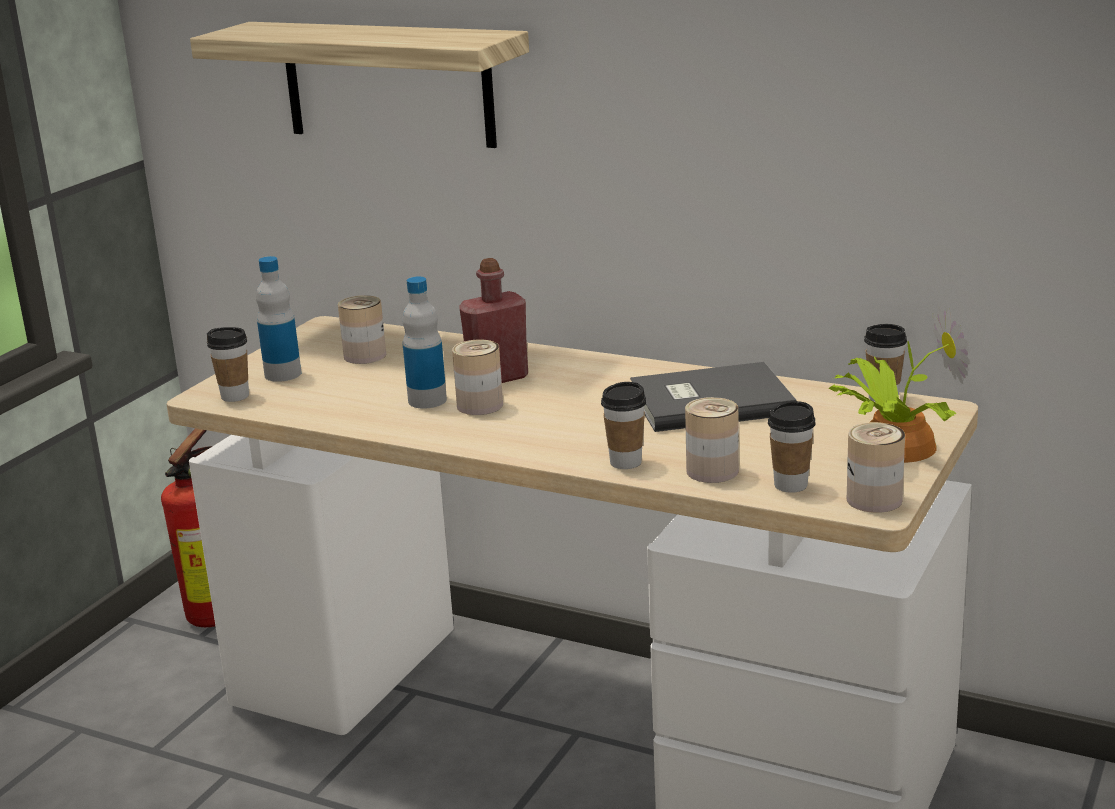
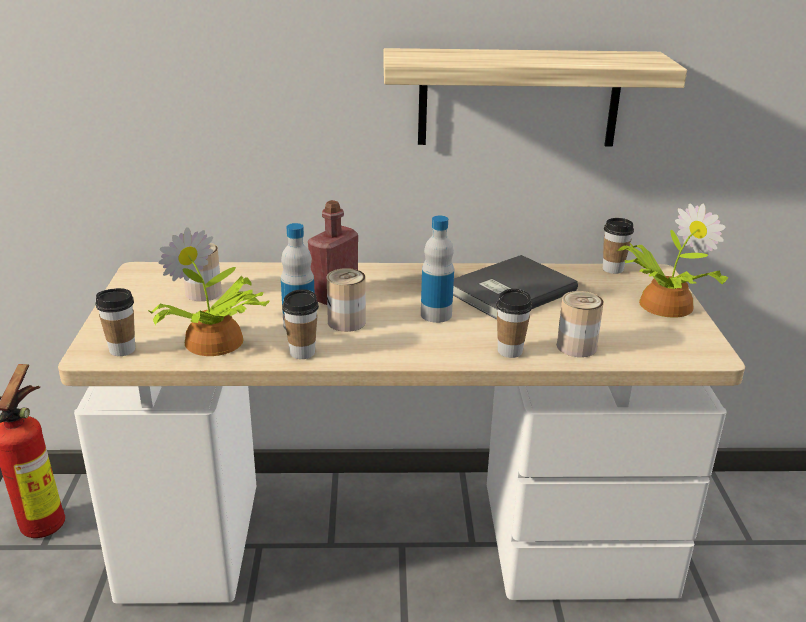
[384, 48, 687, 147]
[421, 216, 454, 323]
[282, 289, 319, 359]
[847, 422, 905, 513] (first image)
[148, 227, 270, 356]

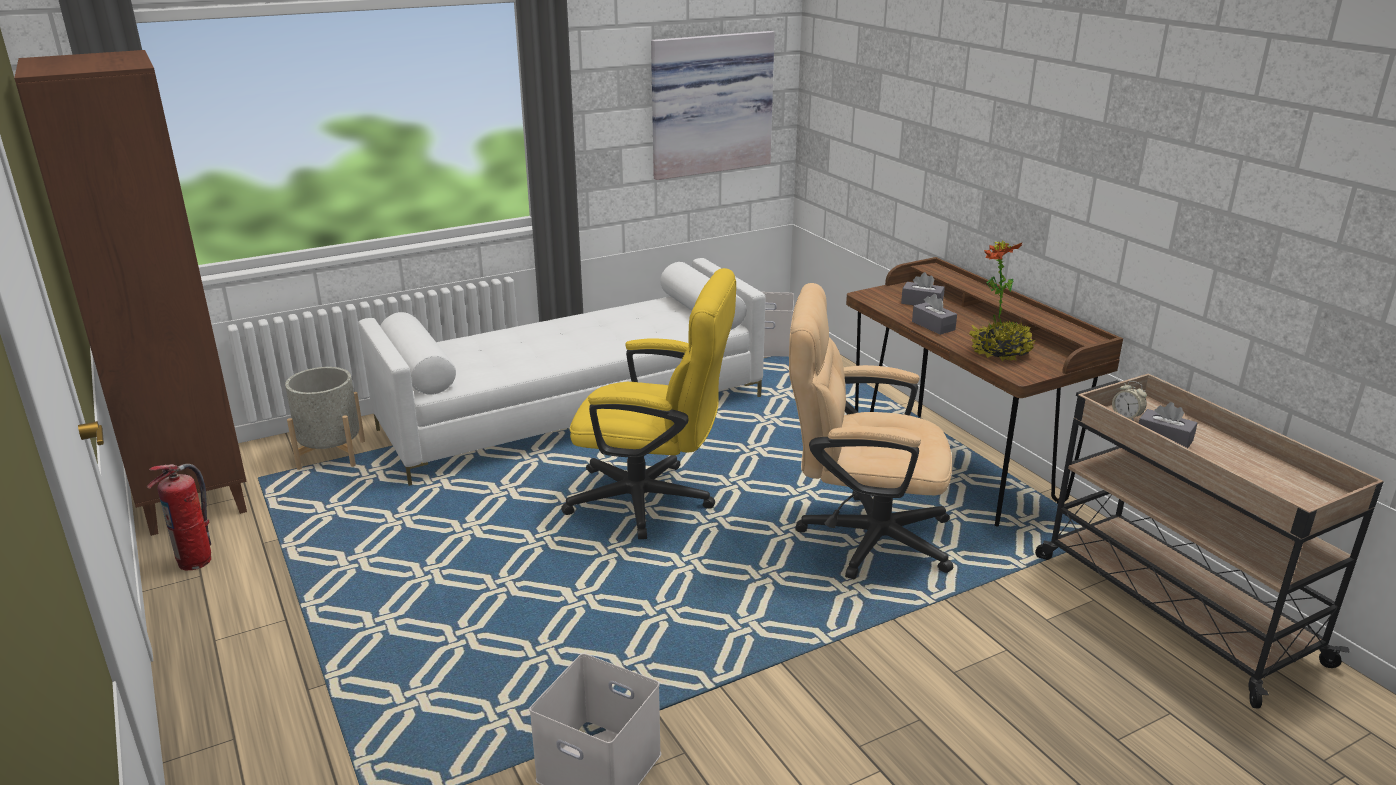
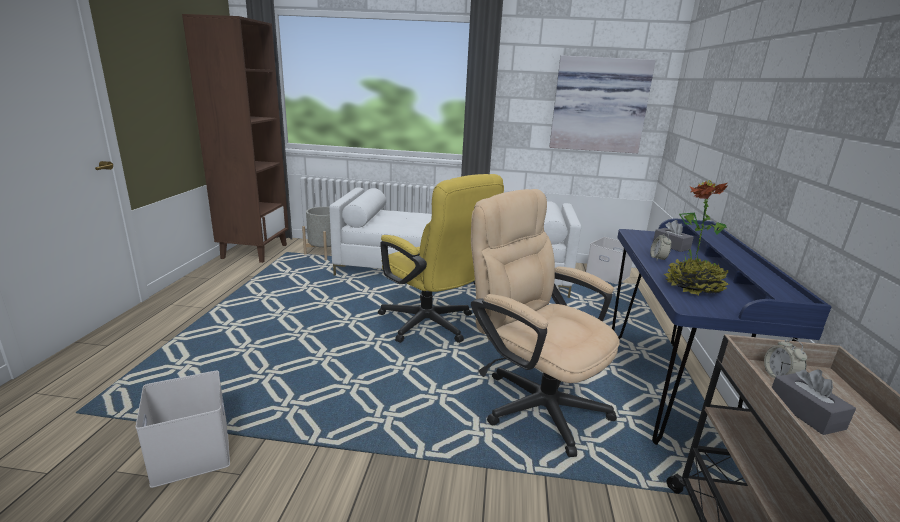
[612, 218, 832, 445]
[650, 232, 671, 260]
[146, 464, 211, 570] (first image)

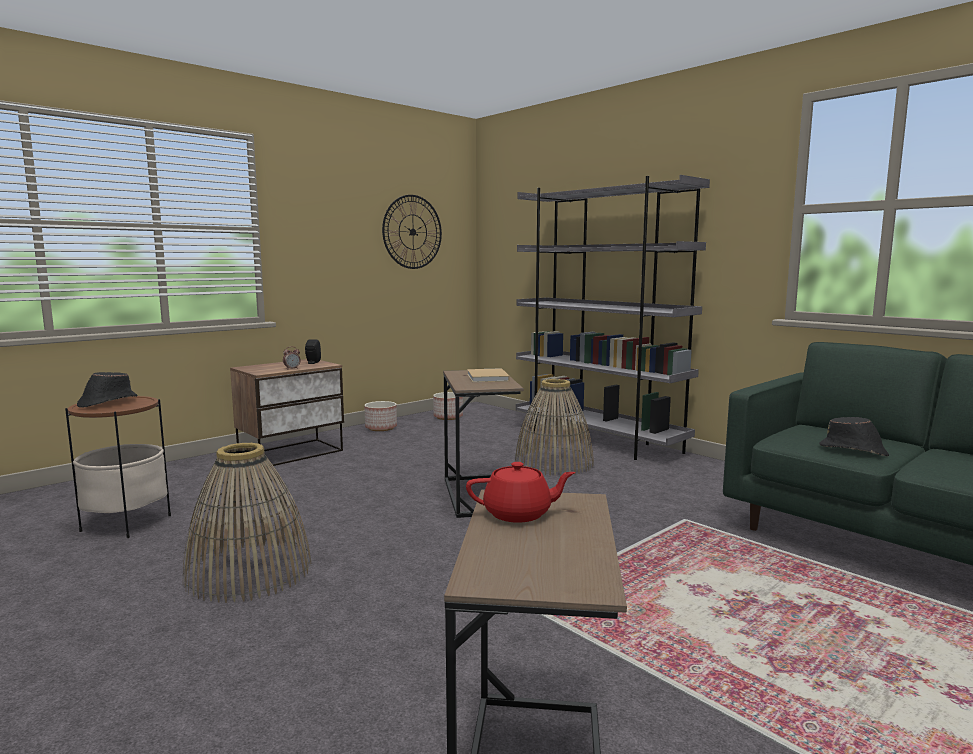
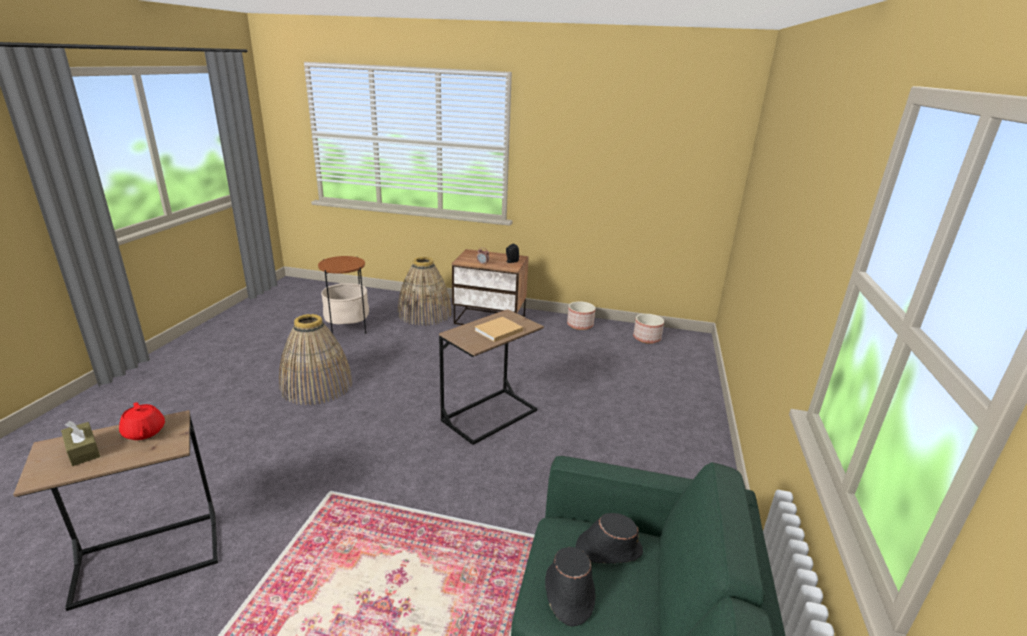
[516, 175, 710, 460] (first image)
[382, 195, 442, 269] (first image)
[575, 513, 643, 564]
[398, 257, 452, 326]
[61, 421, 100, 466]

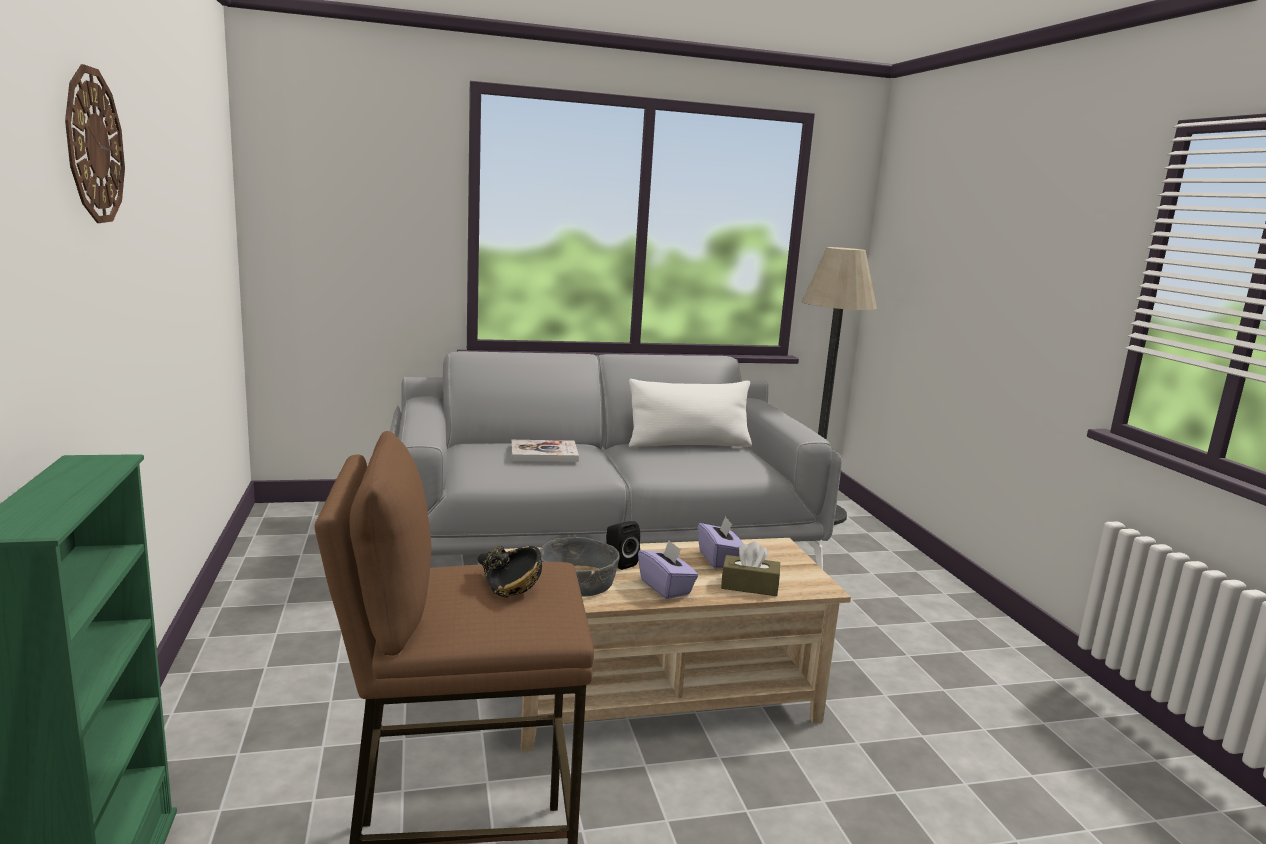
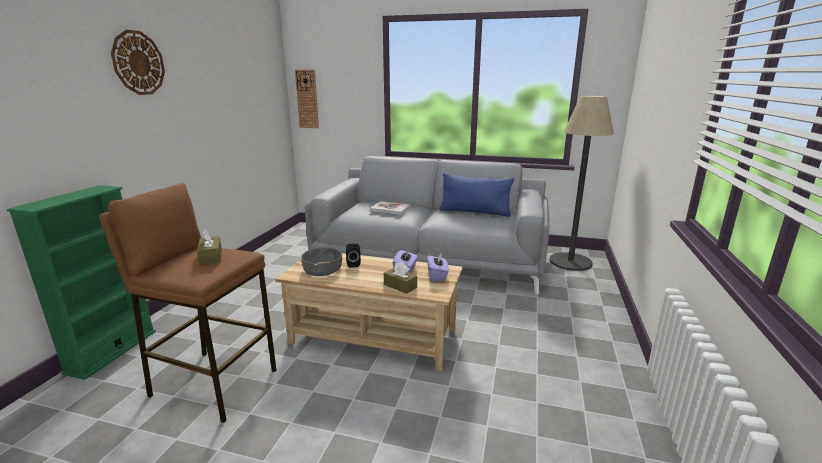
[439, 173, 514, 217]
[427, 253, 449, 281]
[197, 229, 222, 266]
[295, 70, 319, 128]

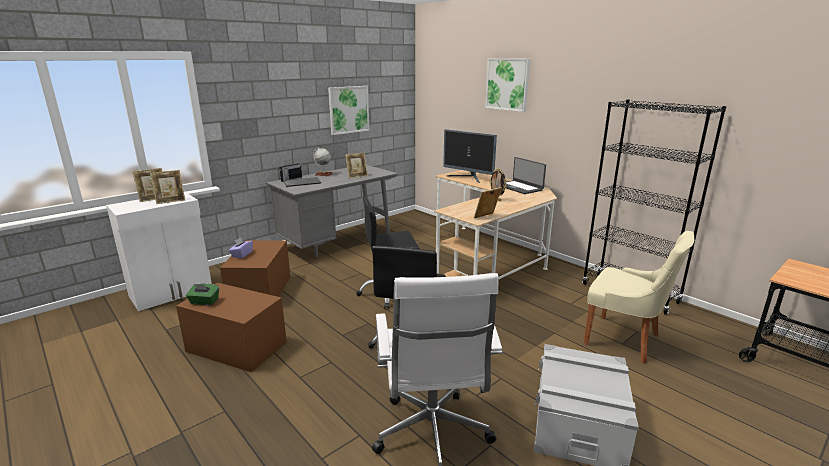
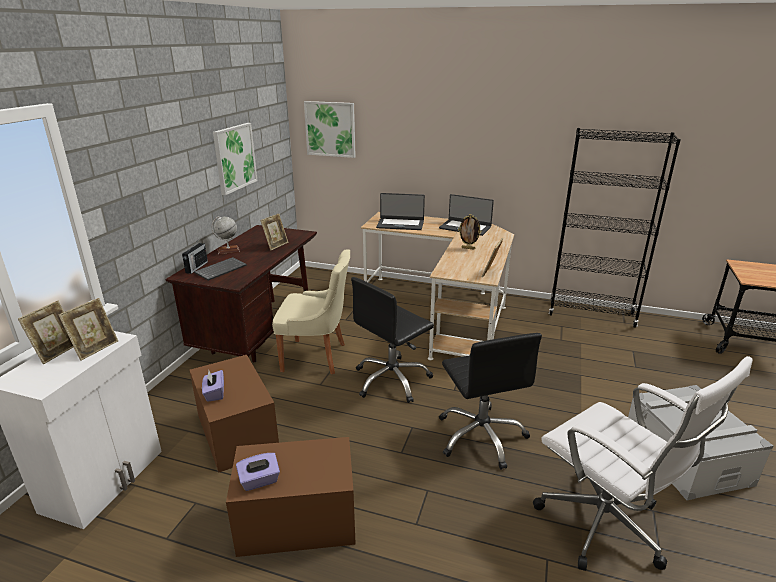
[304, 101, 356, 158]
[376, 193, 425, 230]
[165, 225, 317, 362]
[272, 249, 350, 374]
[236, 453, 280, 491]

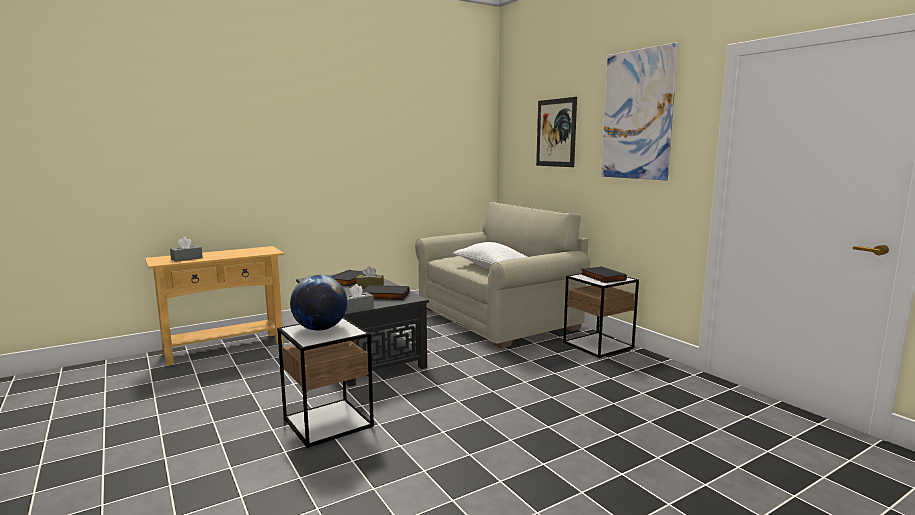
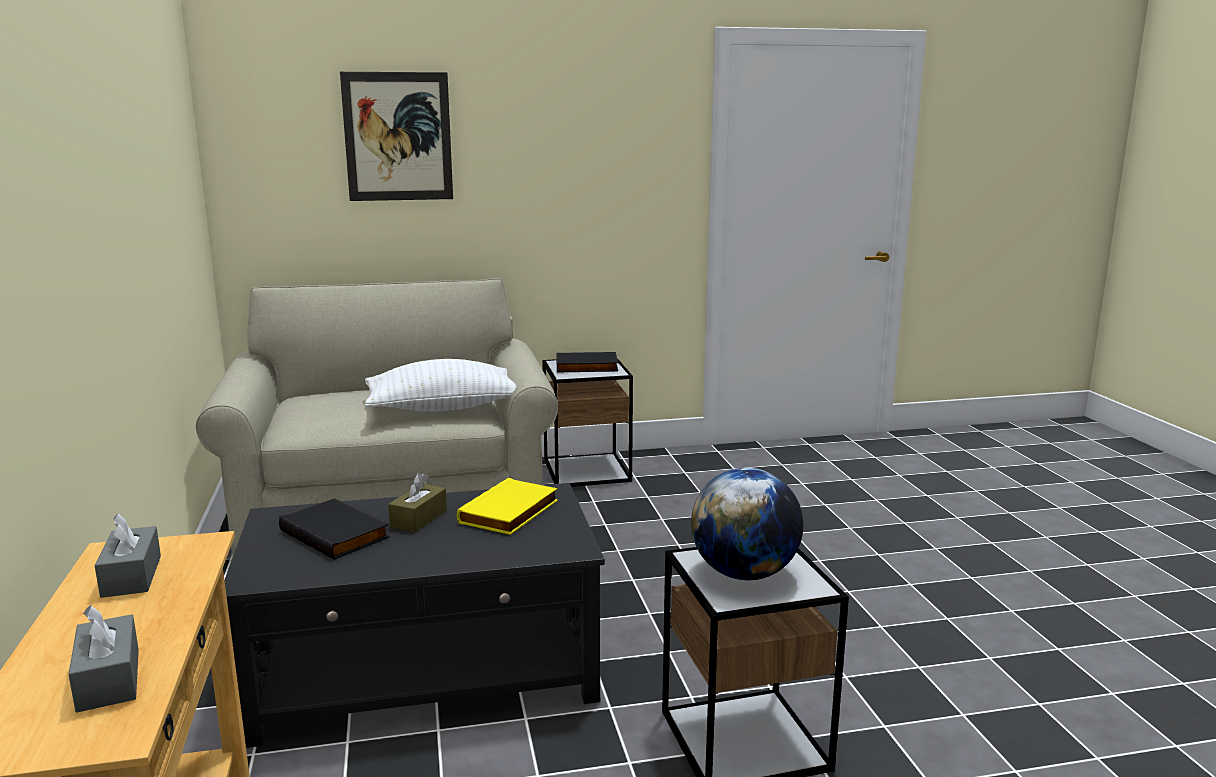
[601, 42, 678, 181] (first image)
[95, 513, 161, 598]
[457, 478, 558, 535]

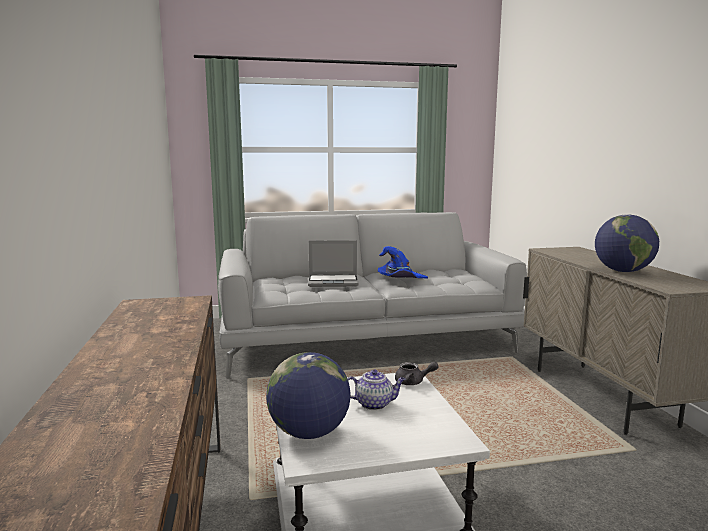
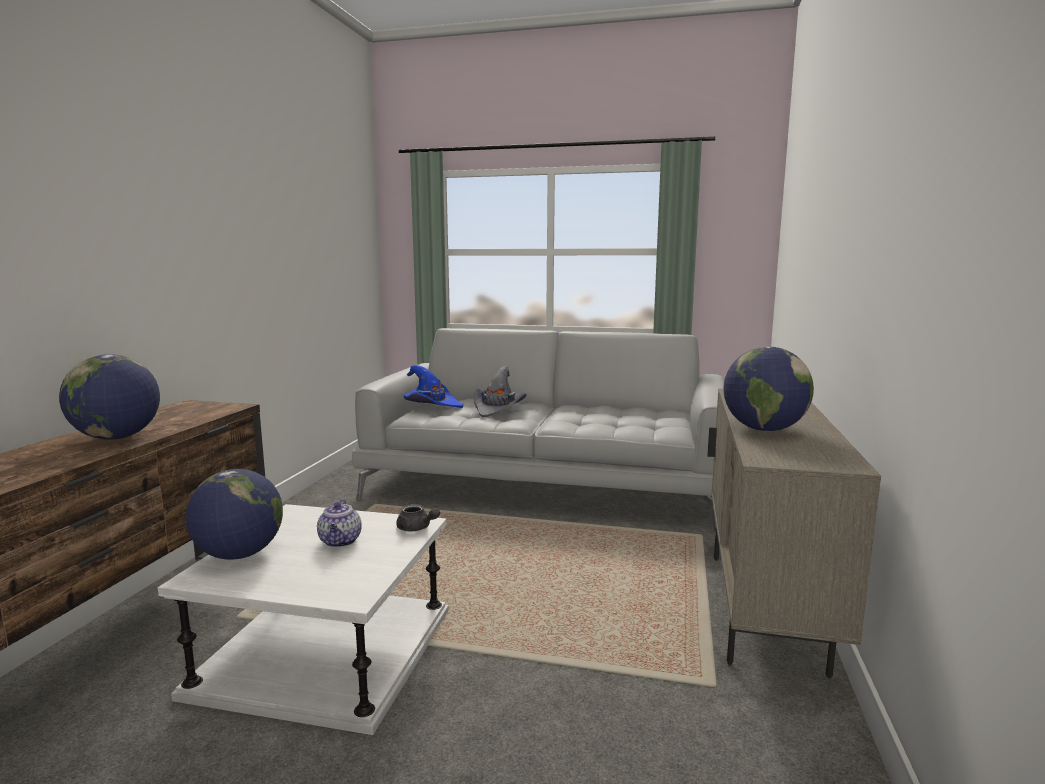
[473, 367, 527, 417]
[404, 365, 463, 408]
[317, 500, 362, 548]
[59, 354, 160, 440]

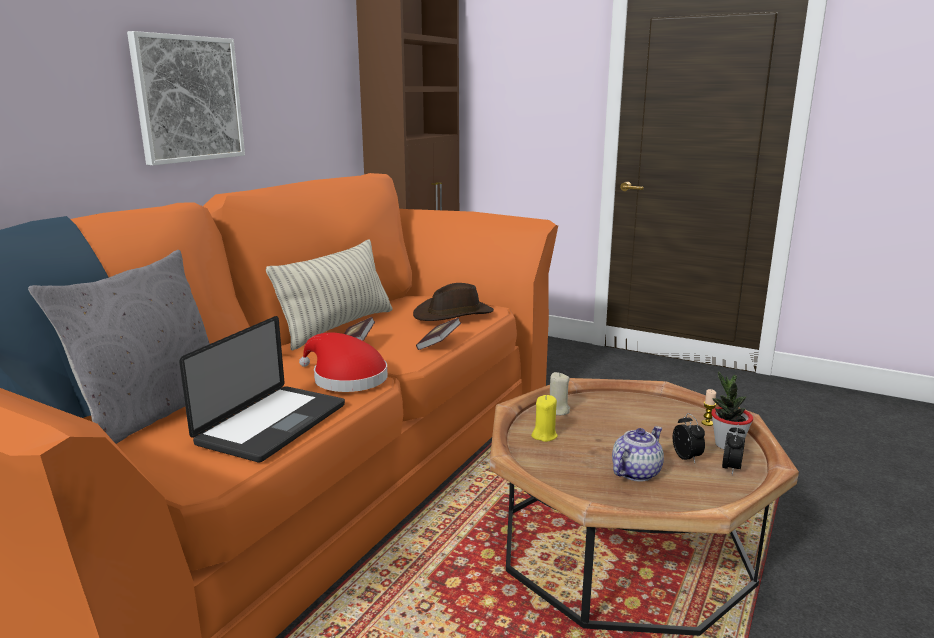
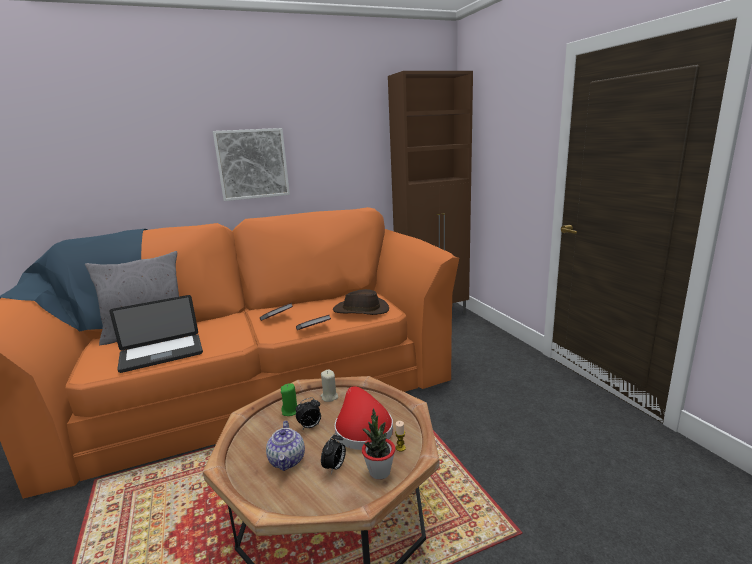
[266, 239, 392, 351] (first image)
[335, 386, 393, 450]
[281, 383, 297, 416]
[296, 397, 321, 429]
[266, 421, 305, 471]

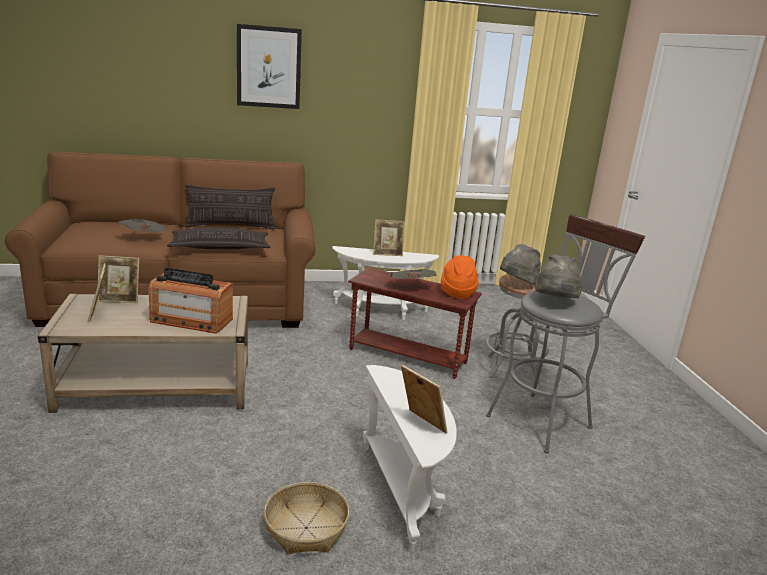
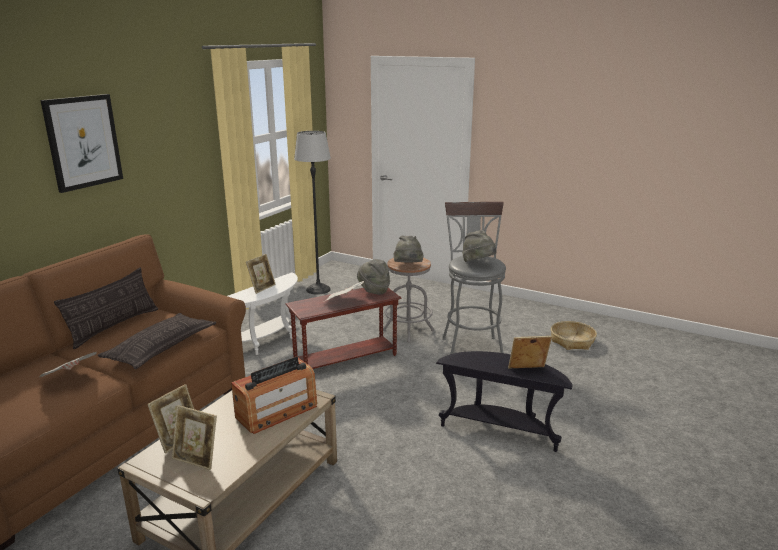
[357, 259, 390, 295]
[436, 351, 573, 452]
[551, 321, 597, 350]
[294, 131, 331, 294]

